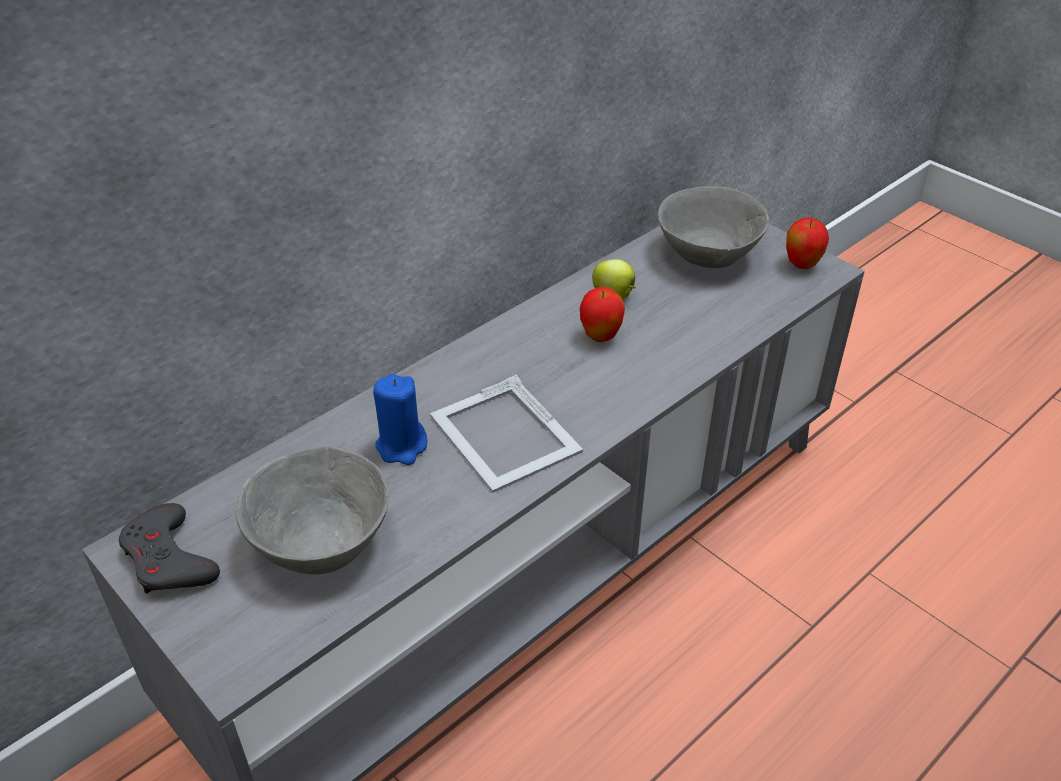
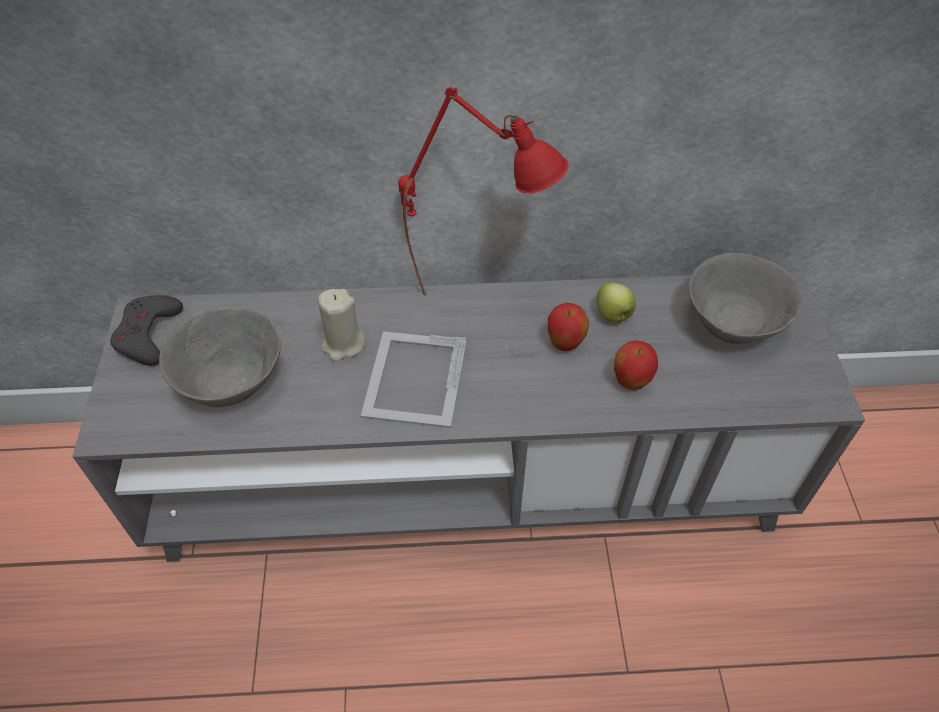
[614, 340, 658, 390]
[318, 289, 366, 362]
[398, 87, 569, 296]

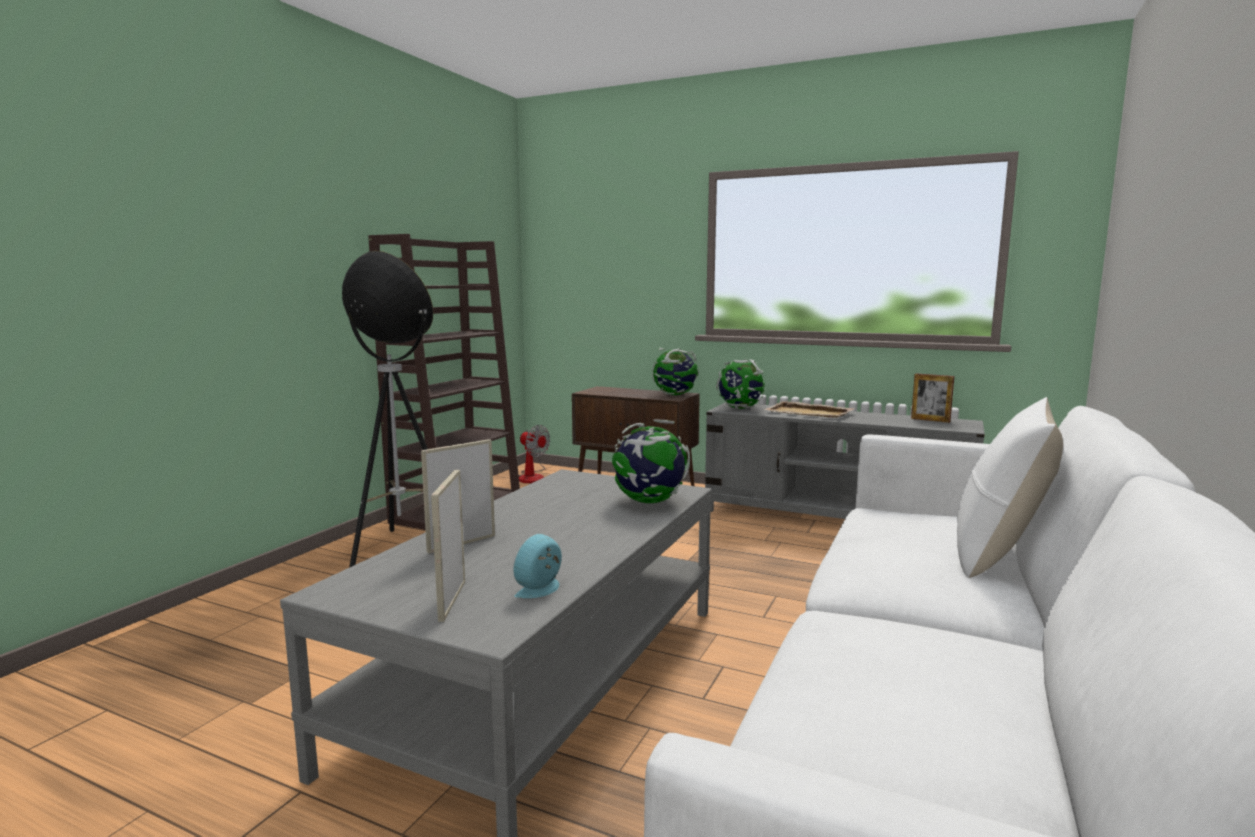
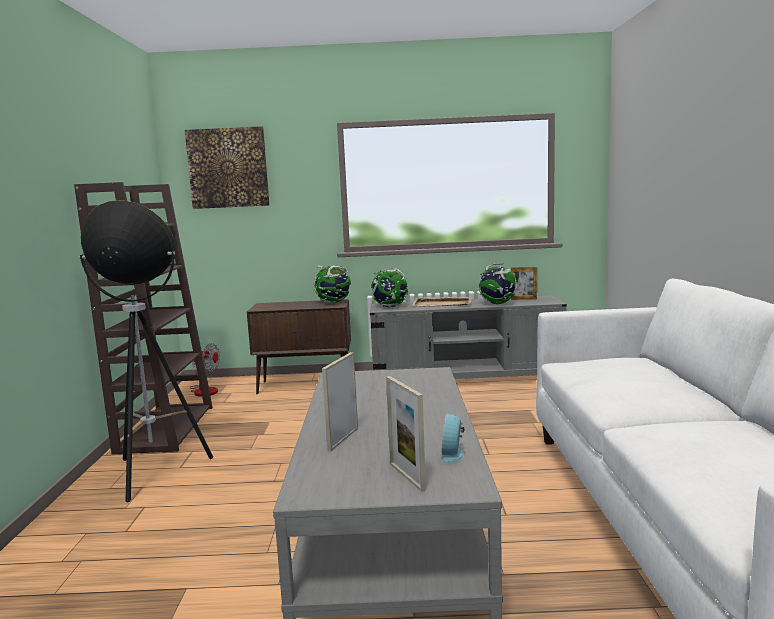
[957, 397, 1063, 578] (first image)
[478, 263, 517, 304]
[185, 126, 269, 209]

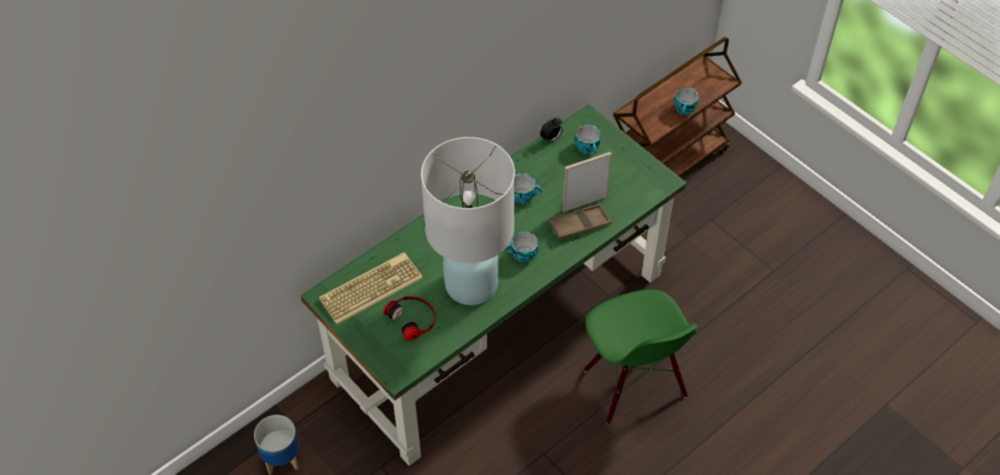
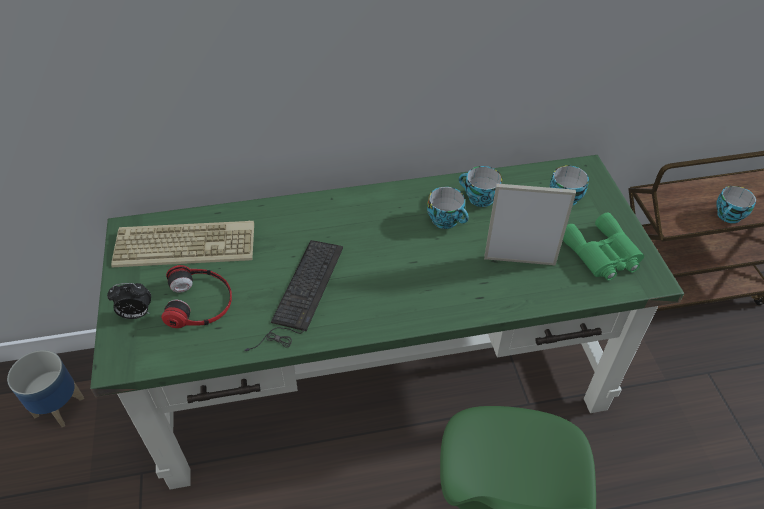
[107, 283, 151, 319]
[245, 240, 343, 351]
[548, 204, 612, 240] (first image)
[459, 166, 502, 207]
[563, 213, 644, 280]

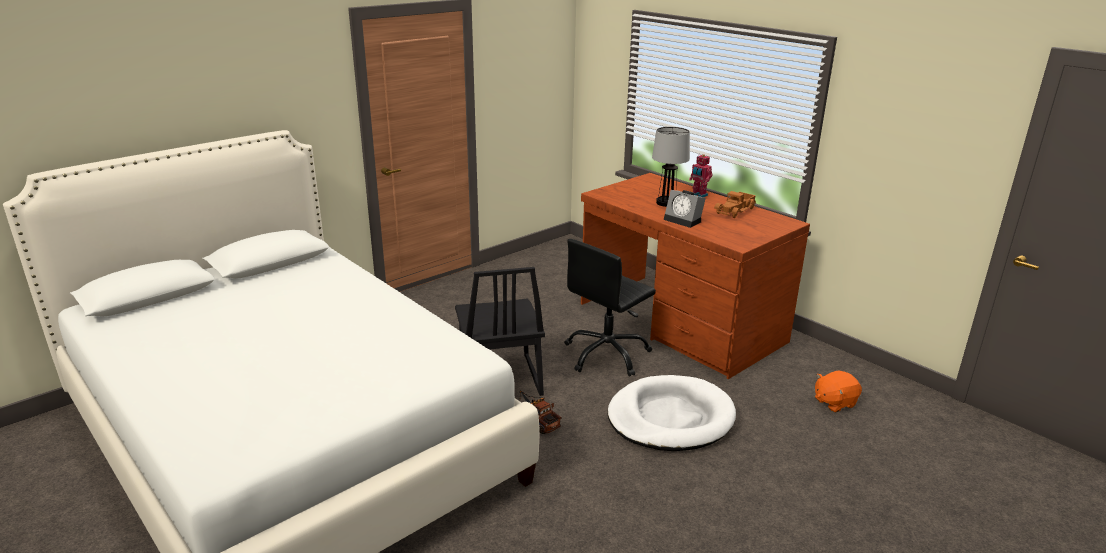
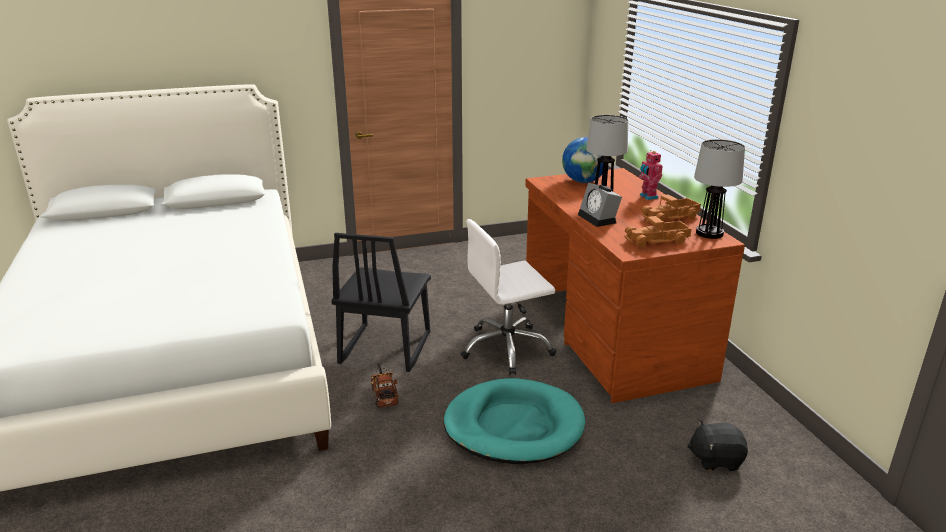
[461, 219, 556, 375]
[687, 420, 748, 471]
[444, 378, 586, 464]
[562, 137, 603, 183]
[694, 139, 745, 239]
[624, 216, 692, 248]

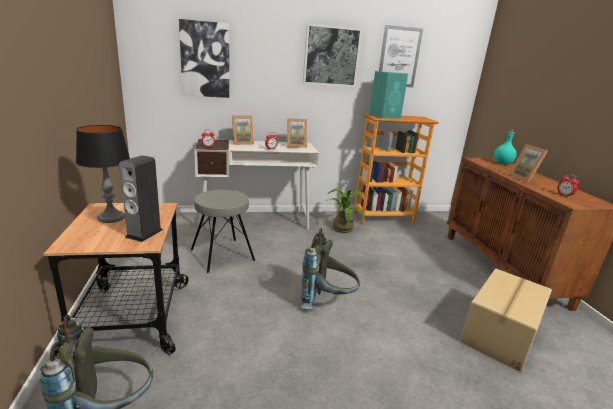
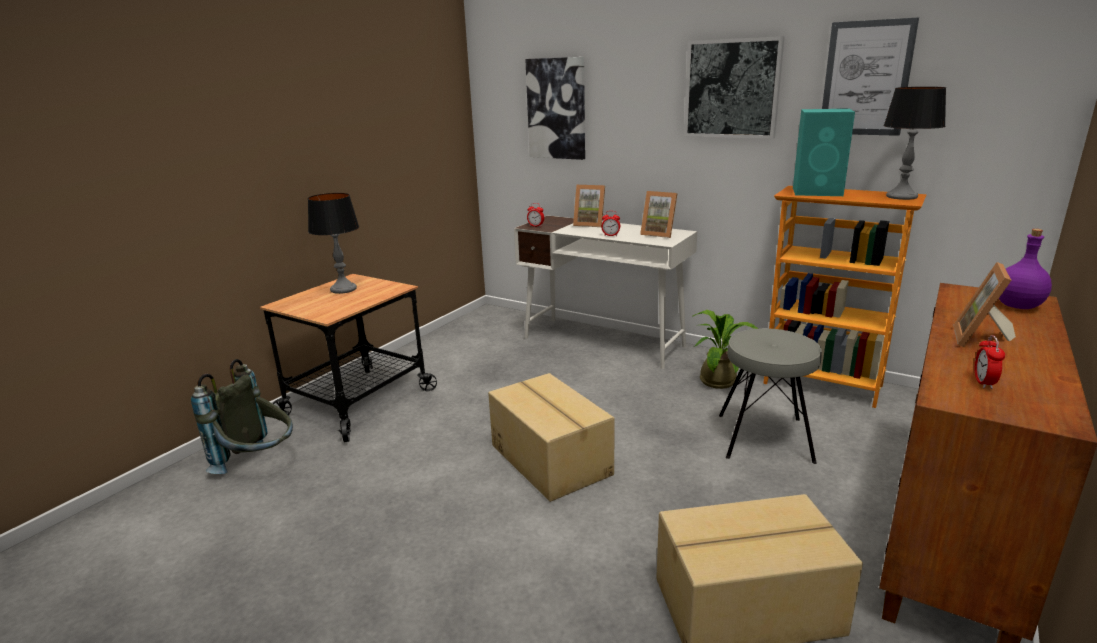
[999, 229, 1052, 309]
[119, 155, 163, 242] (first image)
[719, 328, 822, 464]
[488, 373, 615, 502]
[883, 87, 946, 200]

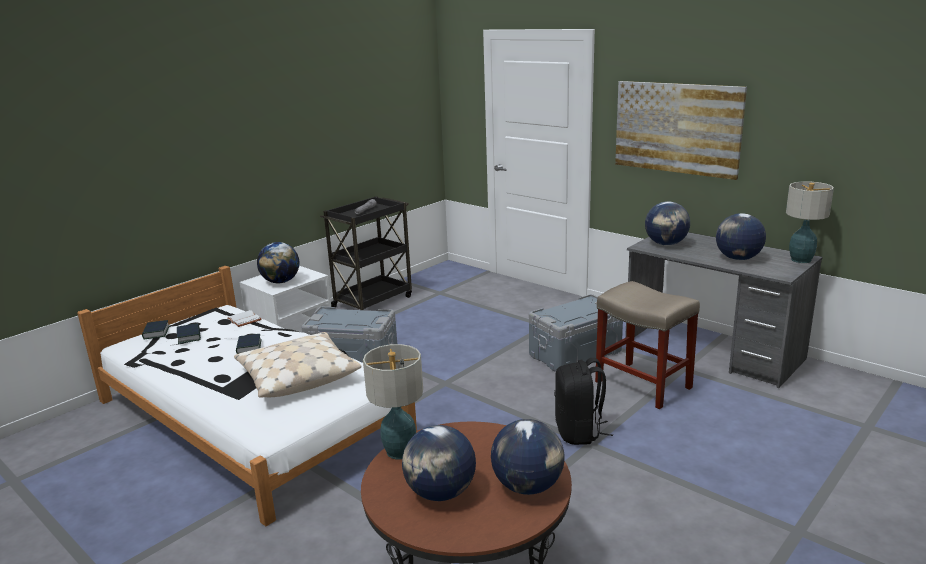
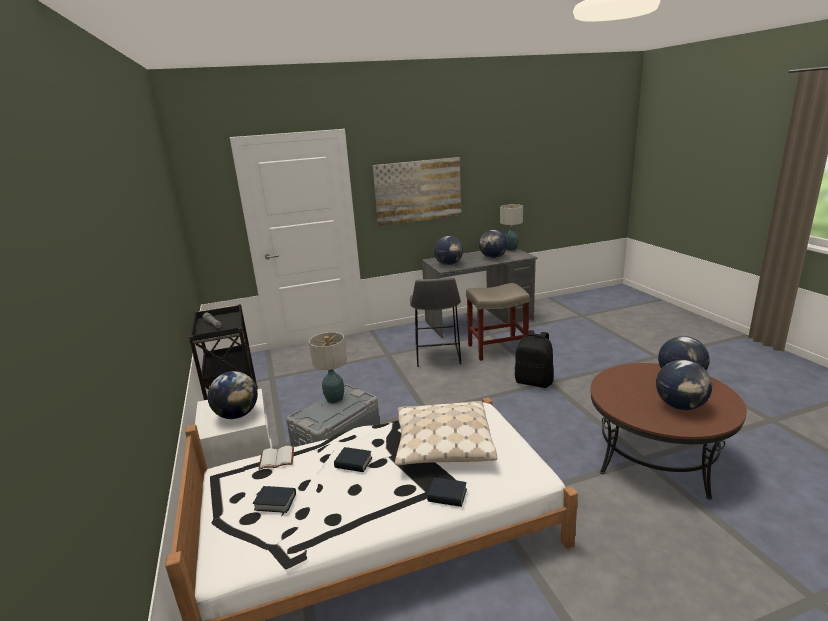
[410, 277, 461, 367]
[427, 478, 467, 507]
[309, 332, 347, 403]

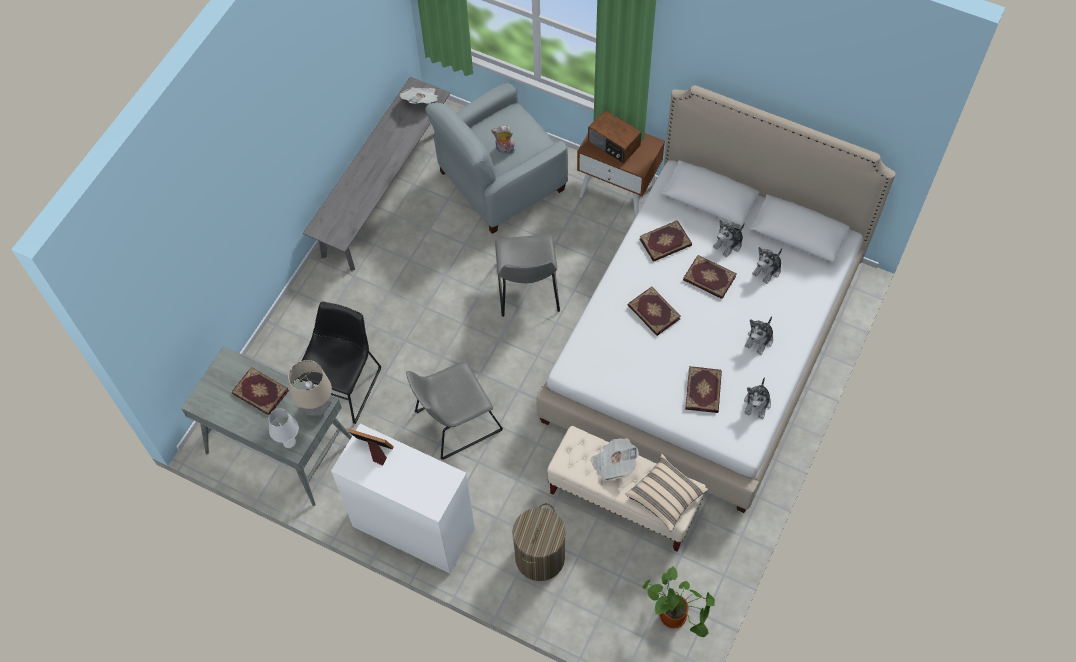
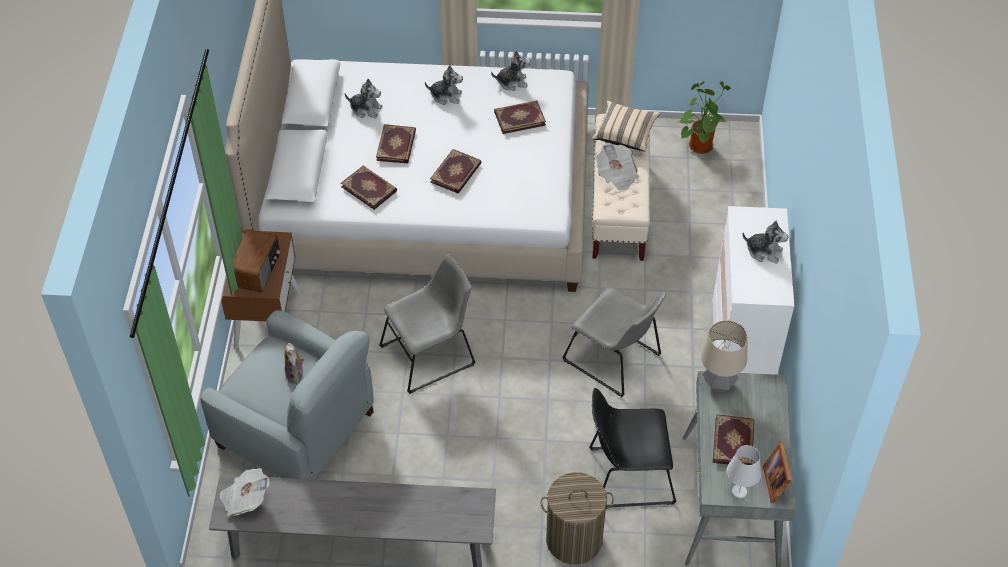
[742, 220, 789, 264]
[727, 445, 762, 498]
[763, 443, 792, 503]
[540, 472, 614, 564]

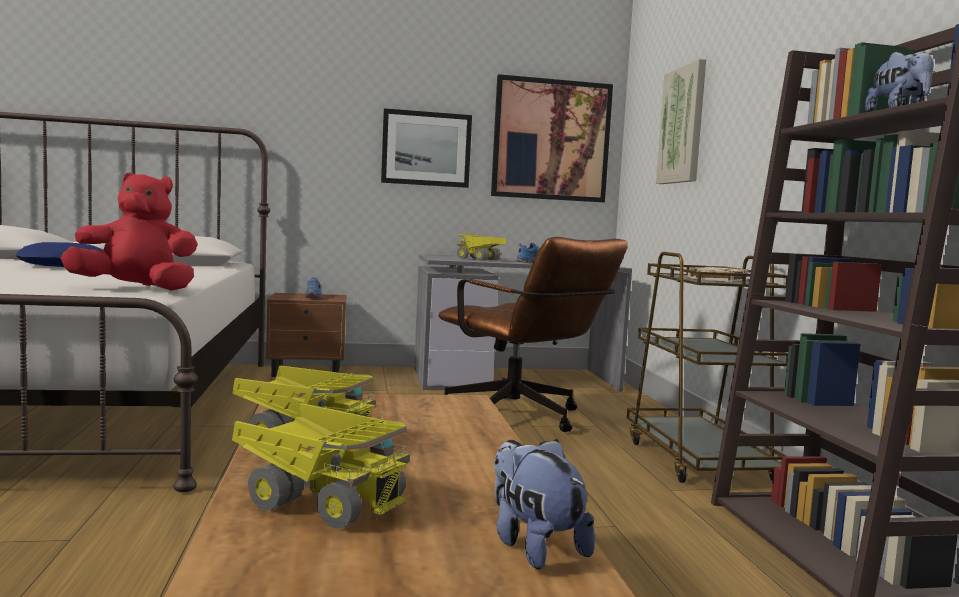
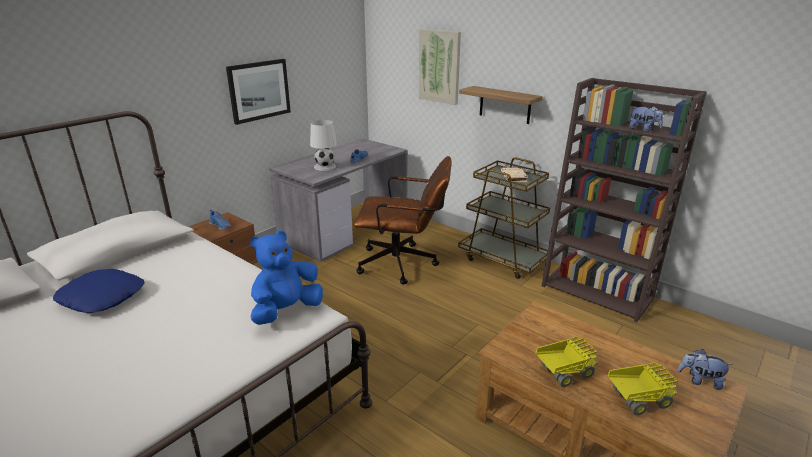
[491, 74, 613, 202] (first image)
[250, 230, 323, 325]
[310, 120, 337, 171]
[459, 86, 543, 124]

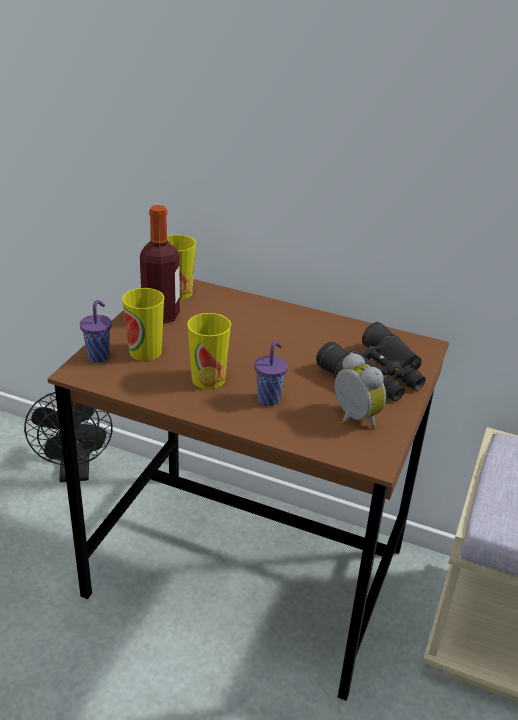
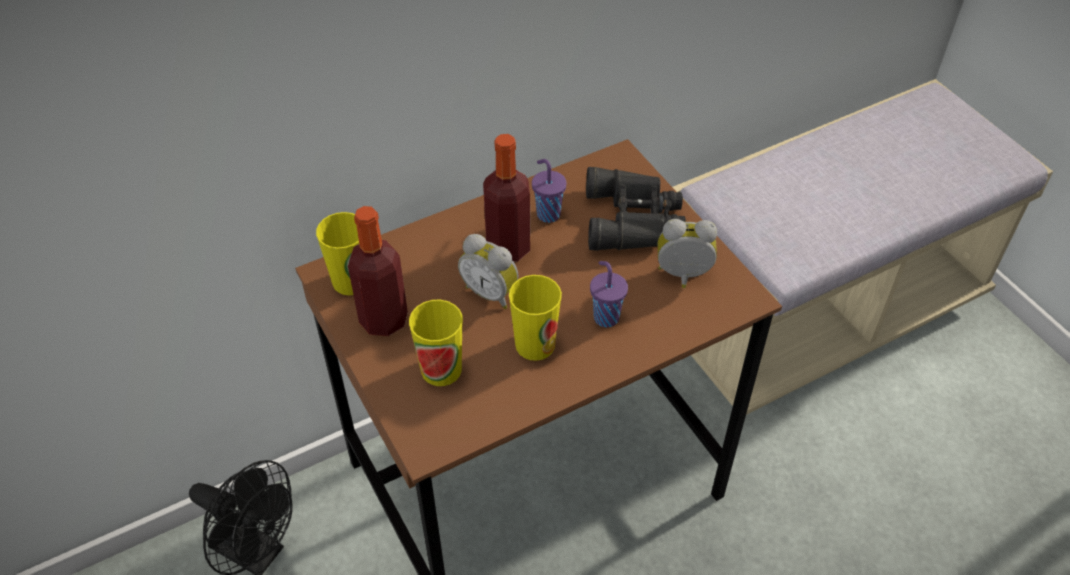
[532, 159, 567, 223]
[483, 134, 530, 262]
[458, 234, 519, 309]

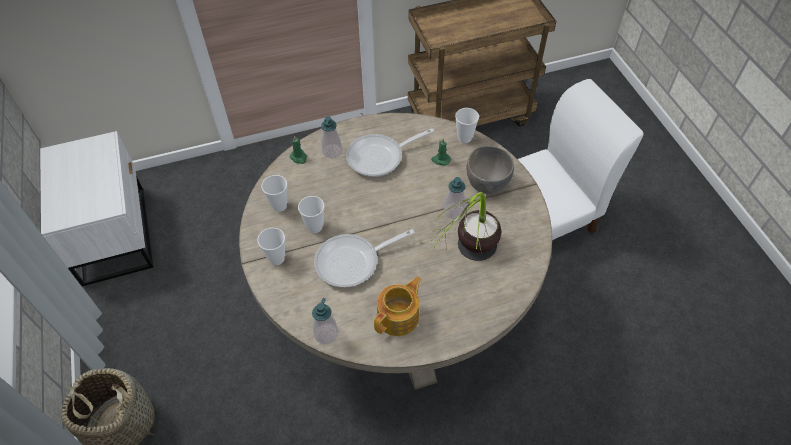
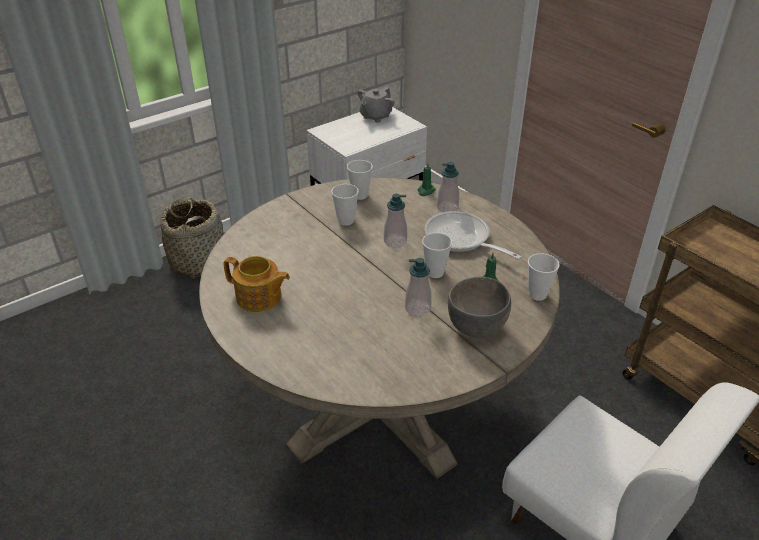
[432, 192, 501, 261] (first image)
[422, 233, 452, 278]
[314, 229, 415, 287] (first image)
[384, 193, 407, 248]
[358, 87, 394, 123]

